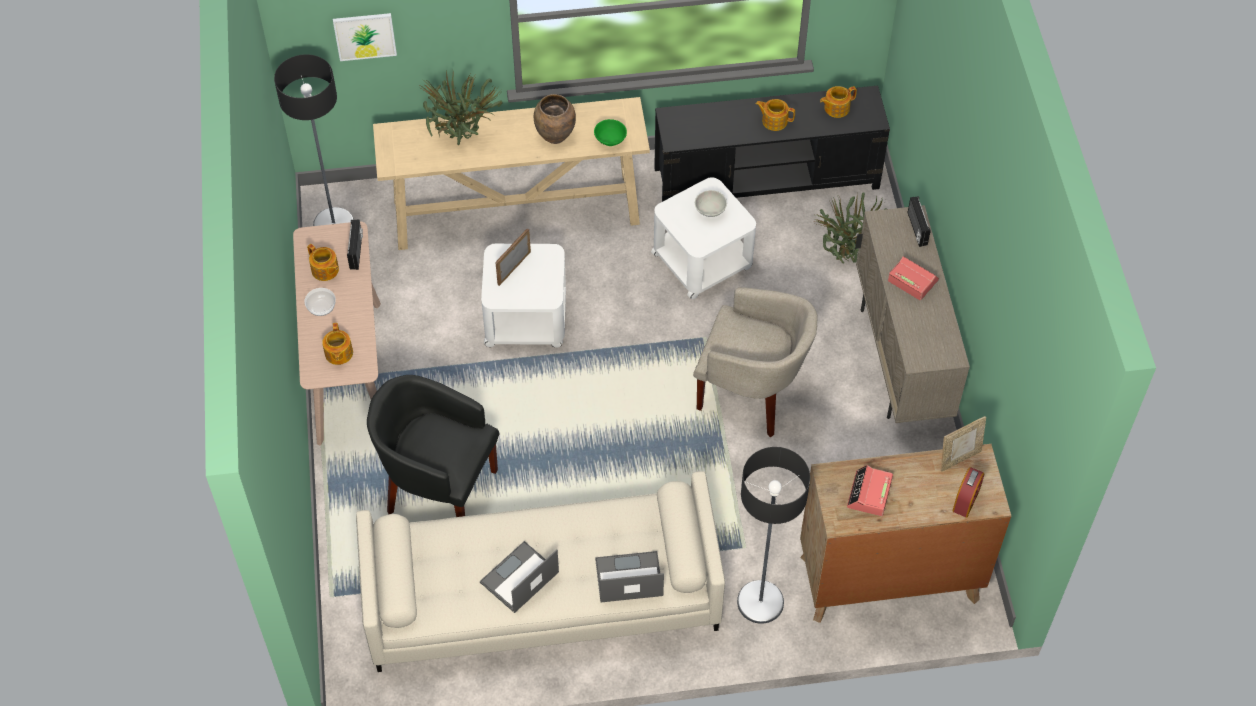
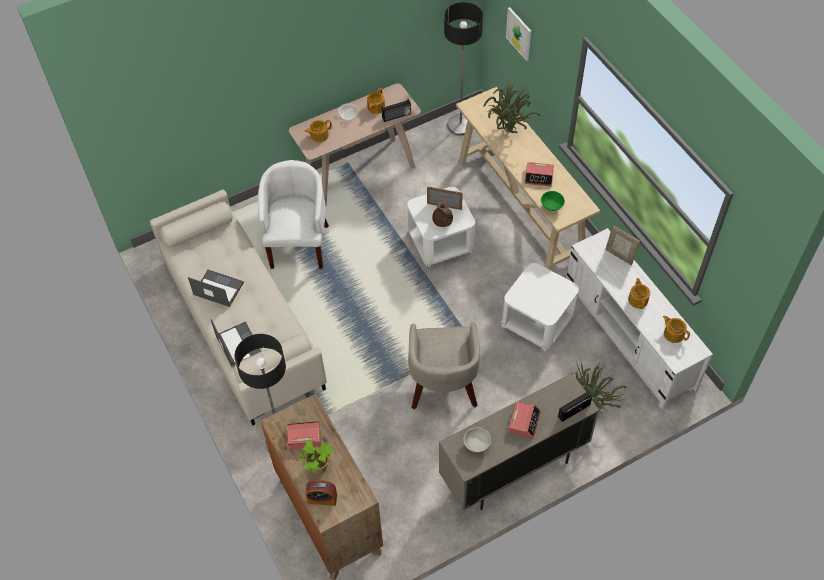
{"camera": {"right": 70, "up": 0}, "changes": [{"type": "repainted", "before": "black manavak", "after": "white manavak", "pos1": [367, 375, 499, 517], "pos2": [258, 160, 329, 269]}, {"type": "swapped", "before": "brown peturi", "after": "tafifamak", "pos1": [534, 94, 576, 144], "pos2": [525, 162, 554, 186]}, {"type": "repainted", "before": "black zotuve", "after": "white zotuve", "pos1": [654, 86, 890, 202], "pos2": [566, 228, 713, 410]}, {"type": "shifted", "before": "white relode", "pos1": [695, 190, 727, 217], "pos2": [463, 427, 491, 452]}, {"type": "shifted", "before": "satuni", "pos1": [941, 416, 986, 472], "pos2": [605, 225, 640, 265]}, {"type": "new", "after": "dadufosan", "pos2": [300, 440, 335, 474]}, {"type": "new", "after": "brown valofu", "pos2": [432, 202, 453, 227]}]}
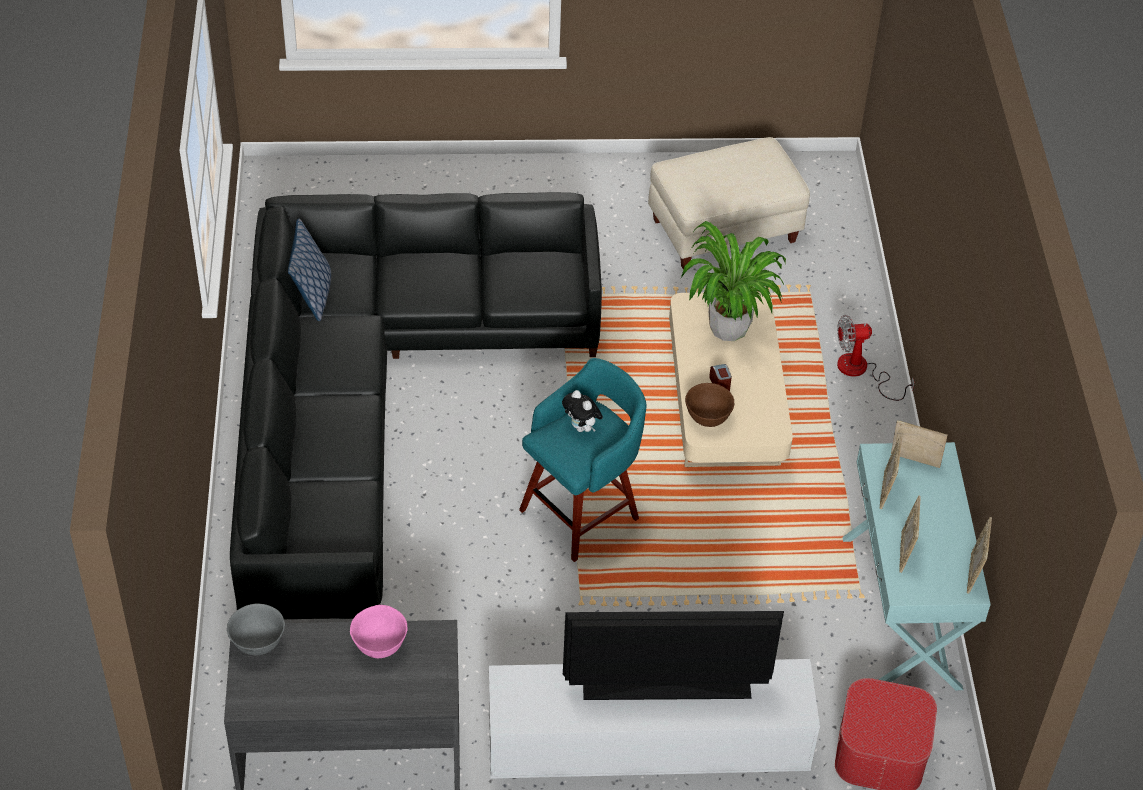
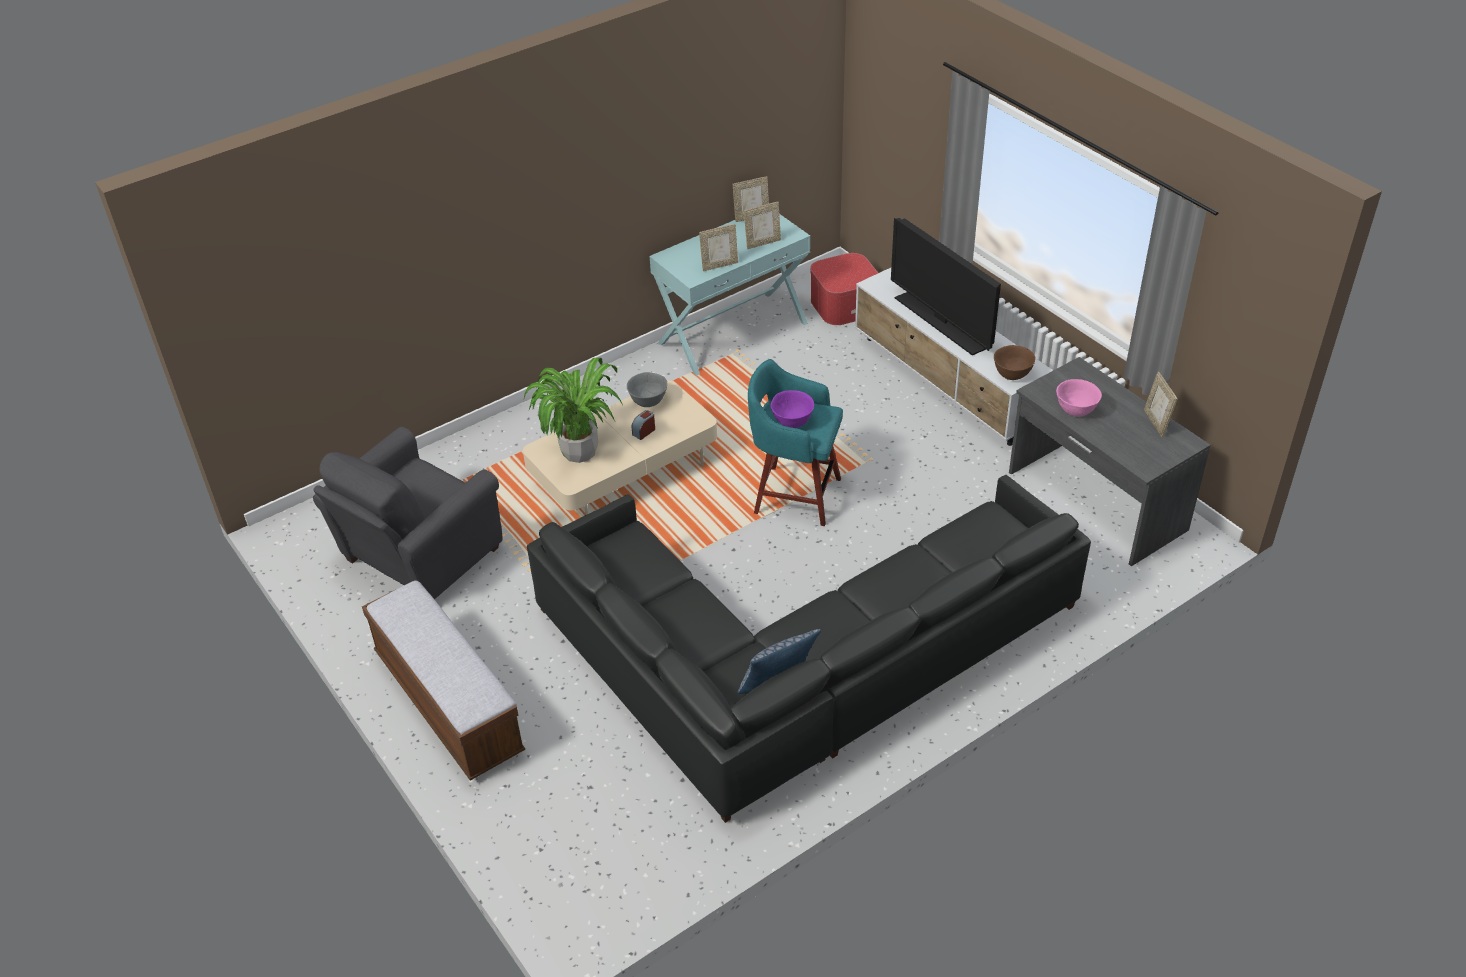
{"camera": {"right": -120, "up": -5}, "changes": [{"type": "shifted", "before": "grey relode", "pos1": [227, 603, 285, 655], "pos2": [627, 372, 667, 407]}, {"type": "swapped", "before": "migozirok", "after": "purple relode", "pos1": [562, 390, 603, 432], "pos2": [771, 390, 814, 428]}, {"type": "swapped", "before": "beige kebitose", "after": "grey manavak", "pos1": [648, 137, 810, 270], "pos2": [313, 427, 503, 599]}, {"type": "shifted", "before": "brown relode", "pos1": [685, 383, 734, 427], "pos2": [994, 345, 1035, 380]}, {"type": "gone", "before": "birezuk", "pos1": [837, 315, 915, 401]}, {"type": "shifted", "before": "satuni", "pos1": [891, 420, 947, 468], "pos2": [1144, 372, 1177, 437]}, {"type": "new", "after": "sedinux", "pos2": [362, 580, 525, 781]}]}
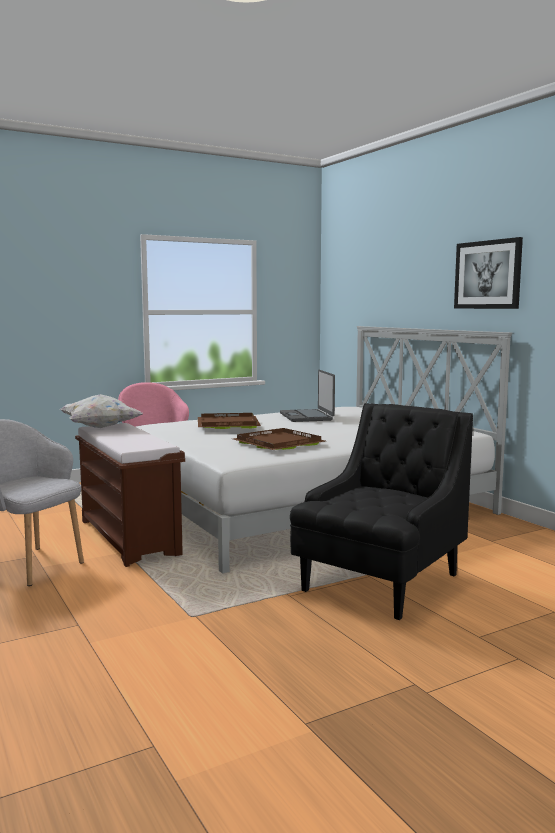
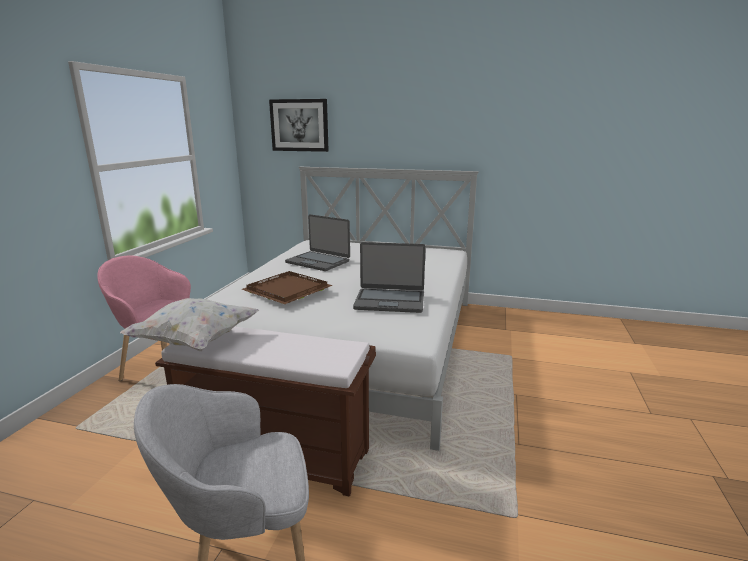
{"camera": {"right": -45, "up": 10}, "changes": [{"type": "swapped", "before": "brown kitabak", "after": "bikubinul", "pos1": [233, 428, 325, 450], "pos2": [353, 242, 426, 313]}, {"type": "gone", "before": "black manavak", "pos1": [290, 403, 473, 620]}, {"type": "shifted", "before": "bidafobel", "pos1": [454, 237, 523, 309], "pos2": [269, 99, 329, 152]}]}
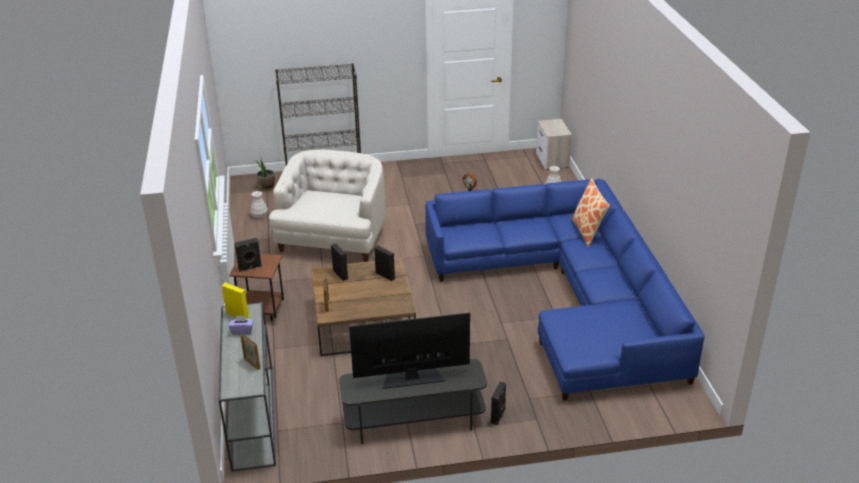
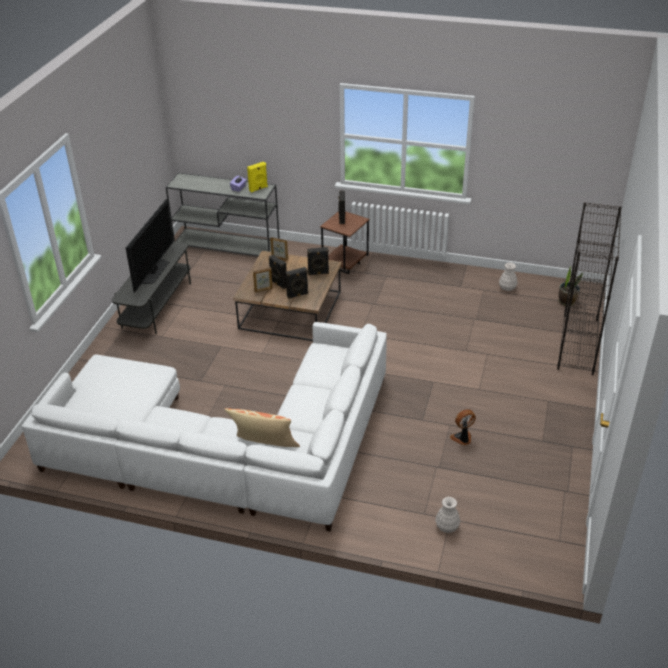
{"camera": {"right": 115, "up": 5}, "changes": [{"type": "shifted", "before": "satuni", "pos1": [240, 334, 260, 370], "pos2": [253, 268, 273, 293]}, {"type": "gone", "before": "white manavak", "pos1": [269, 150, 386, 262]}, {"type": "repainted", "before": "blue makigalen", "after": "white makigalen", "pos1": [425, 179, 705, 401], "pos2": [22, 322, 387, 532]}, {"type": "shifted", "before": "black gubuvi", "pos1": [491, 382, 506, 425], "pos2": [269, 255, 287, 289]}, {"type": "gone", "before": "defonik", "pos1": [536, 119, 572, 170]}]}
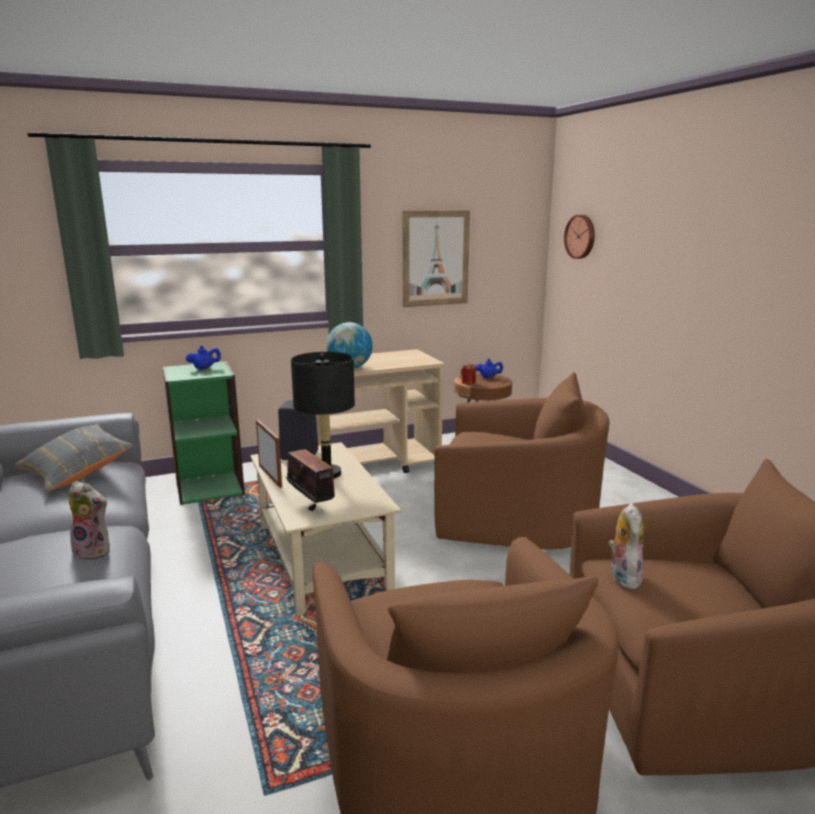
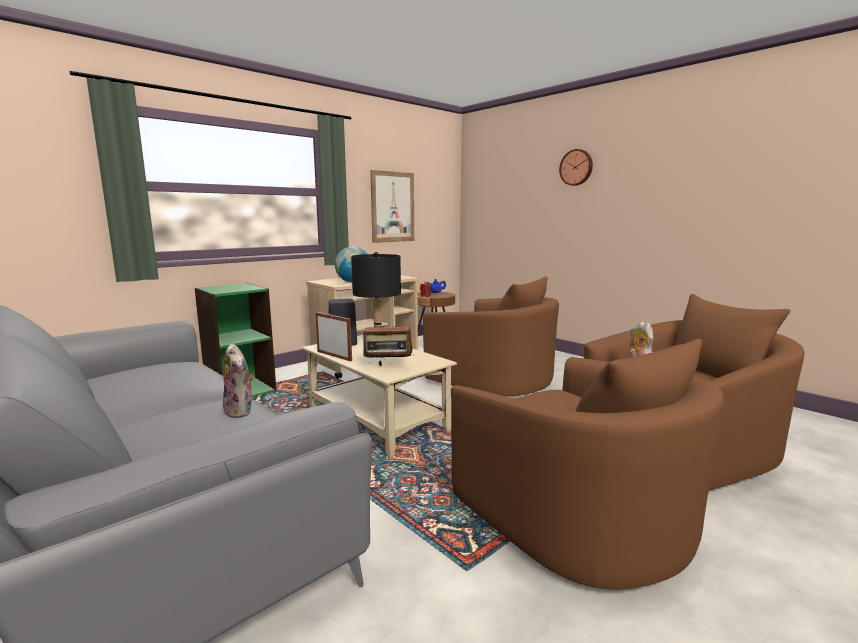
{"camera": {"right": -20, "up": -5}, "changes": [{"type": "gone", "before": "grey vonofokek", "pos1": [14, 424, 133, 492]}, {"type": "rotated", "before": "migozirok", "pos1": [69, 481, 110, 560], "pos2": [223, 343, 254, 418], "turn": 60}, {"type": "gone", "before": "blue valofu", "pos1": [186, 345, 221, 370]}, {"type": "rotated", "before": "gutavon", "pos1": [285, 448, 335, 511], "pos2": [363, 318, 414, 366], "turn": 150}, {"type": "rotated", "before": "brown manavak", "pos1": [434, 372, 609, 549], "pos2": [423, 277, 559, 396], "turn": 45}, {"type": "shifted", "before": "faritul", "pos1": [564, 215, 595, 259], "pos2": [559, 149, 593, 186]}]}
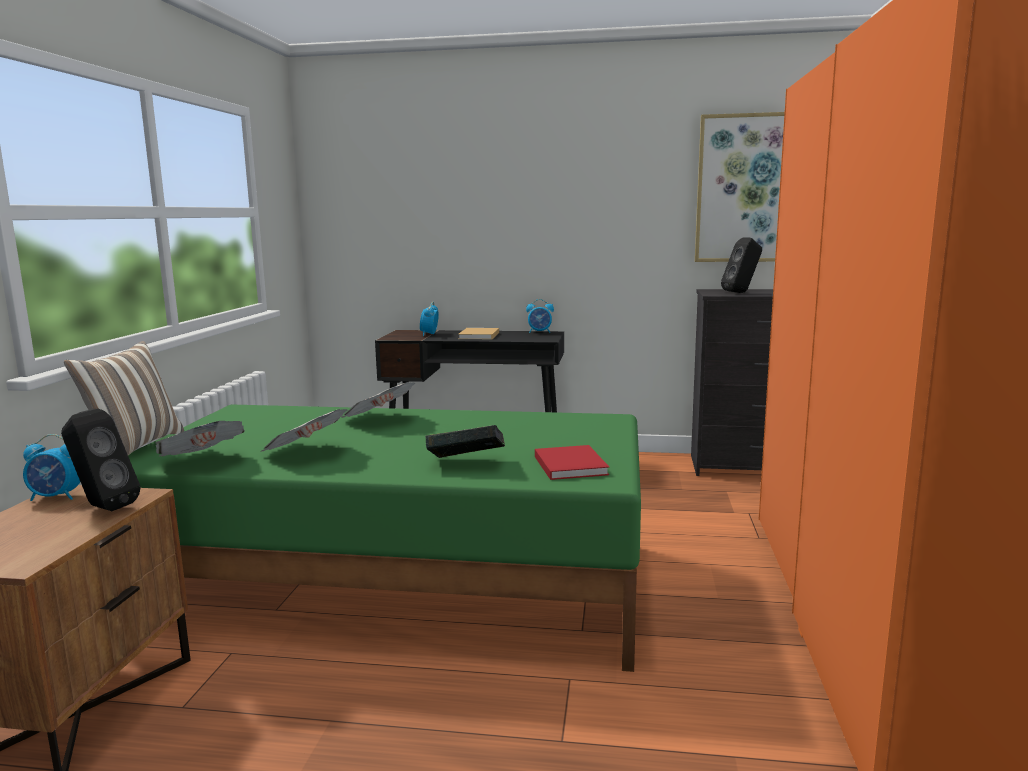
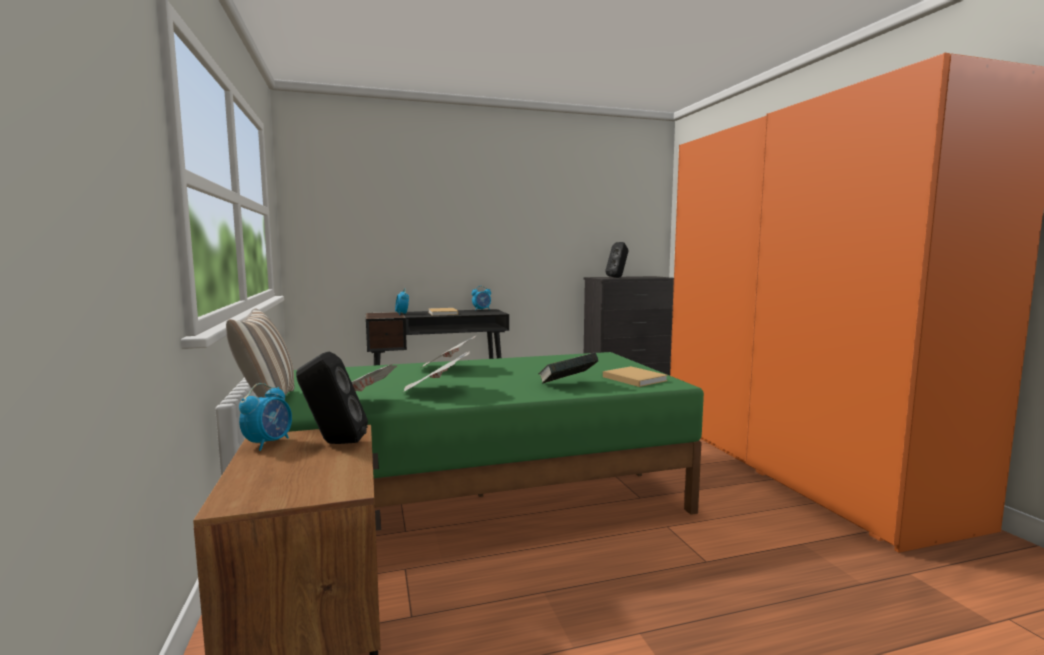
{"camera": {"right": -25, "up": -5}, "changes": [{"type": "rotated", "before": "tafifamak", "pos1": [23, 434, 80, 501], "pos2": [239, 383, 292, 451], "turn": -45}, {"type": "repainted", "before": "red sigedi", "after": "beige sigedi", "pos1": [535, 445, 609, 480], "pos2": [603, 366, 668, 387]}, {"type": "gone", "before": "bidafobel", "pos1": [695, 112, 785, 262]}]}
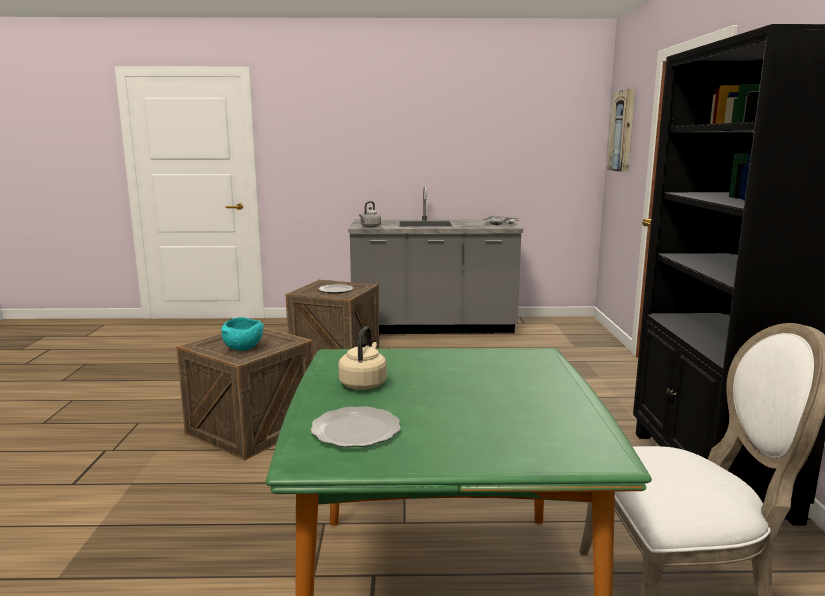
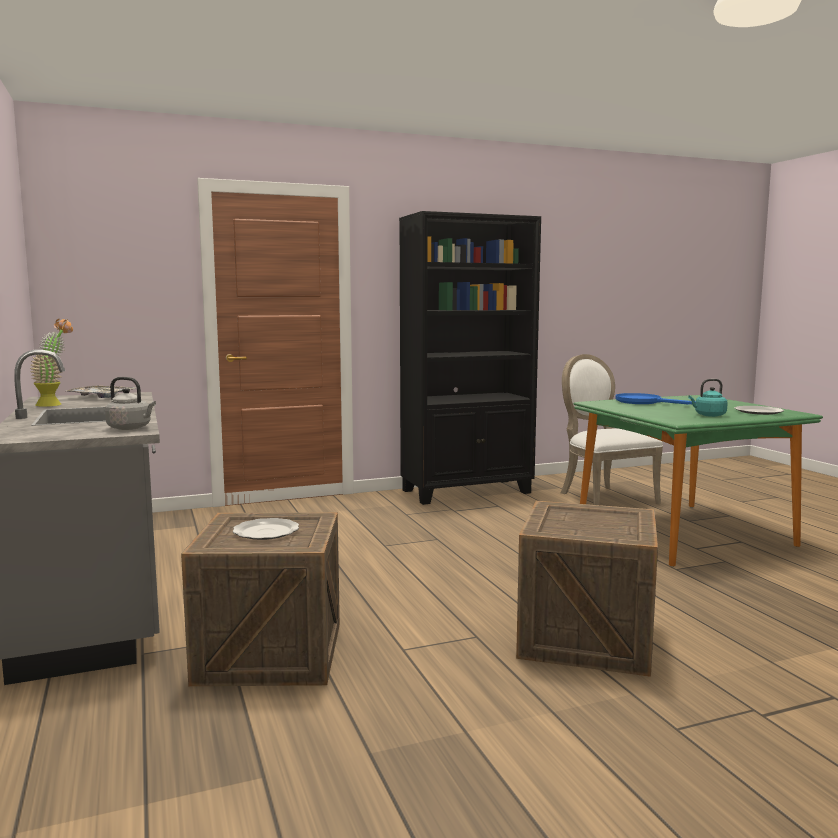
{"camera": {"right": -110, "up": -5}, "changes": [{"type": "gone", "before": "turquoise relode", "pos1": [221, 317, 264, 351]}, {"type": "repainted", "before": "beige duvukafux", "after": "turquoise duvukafux", "pos1": [338, 326, 387, 390], "pos2": [688, 379, 728, 417]}, {"type": "gone", "before": "bidafobel", "pos1": [607, 88, 635, 172]}, {"type": "new", "after": "dadufosan", "pos2": [30, 319, 73, 407]}, {"type": "new", "after": "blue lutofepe", "pos2": [616, 393, 696, 405]}]}
